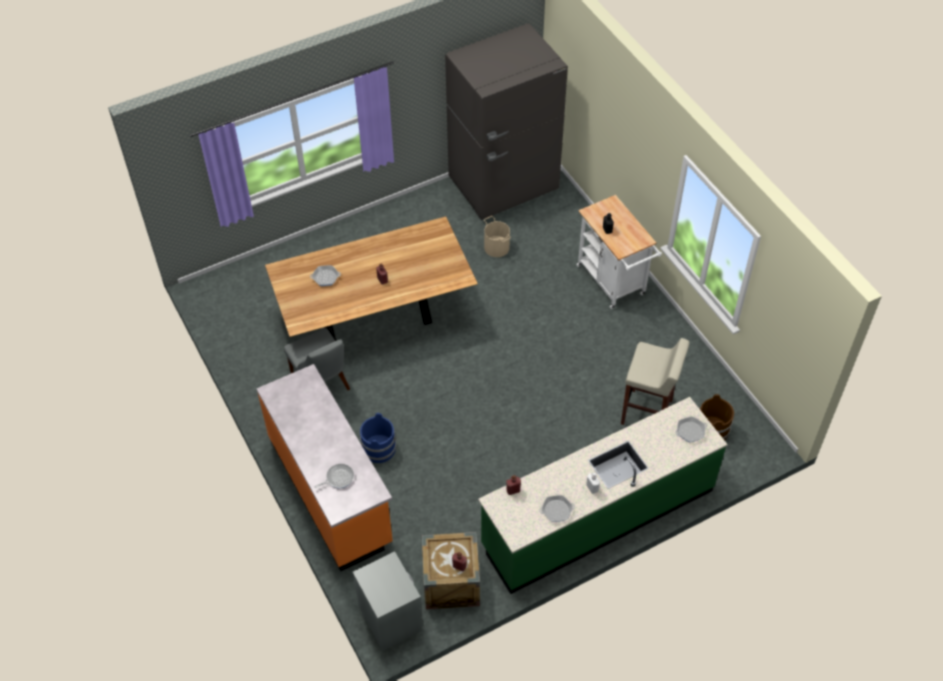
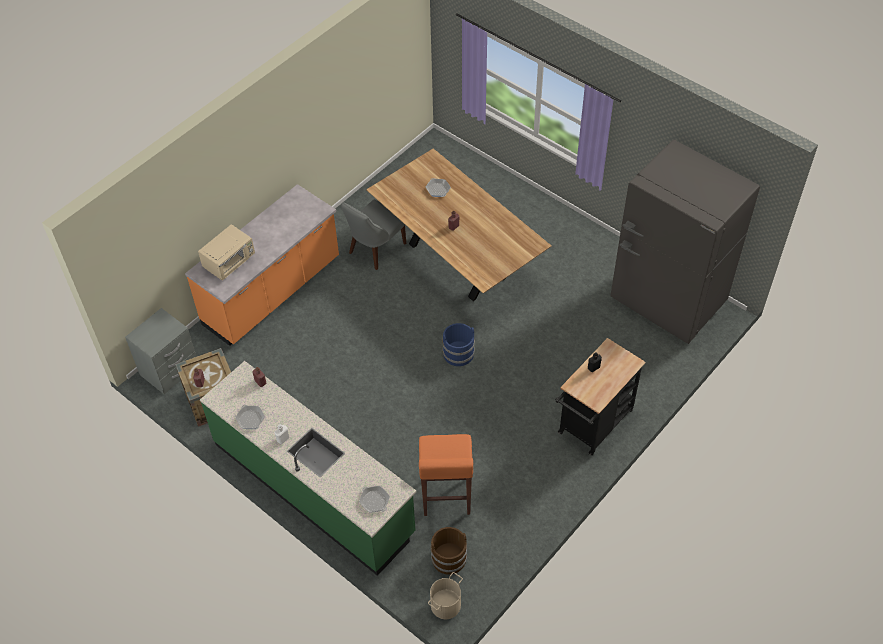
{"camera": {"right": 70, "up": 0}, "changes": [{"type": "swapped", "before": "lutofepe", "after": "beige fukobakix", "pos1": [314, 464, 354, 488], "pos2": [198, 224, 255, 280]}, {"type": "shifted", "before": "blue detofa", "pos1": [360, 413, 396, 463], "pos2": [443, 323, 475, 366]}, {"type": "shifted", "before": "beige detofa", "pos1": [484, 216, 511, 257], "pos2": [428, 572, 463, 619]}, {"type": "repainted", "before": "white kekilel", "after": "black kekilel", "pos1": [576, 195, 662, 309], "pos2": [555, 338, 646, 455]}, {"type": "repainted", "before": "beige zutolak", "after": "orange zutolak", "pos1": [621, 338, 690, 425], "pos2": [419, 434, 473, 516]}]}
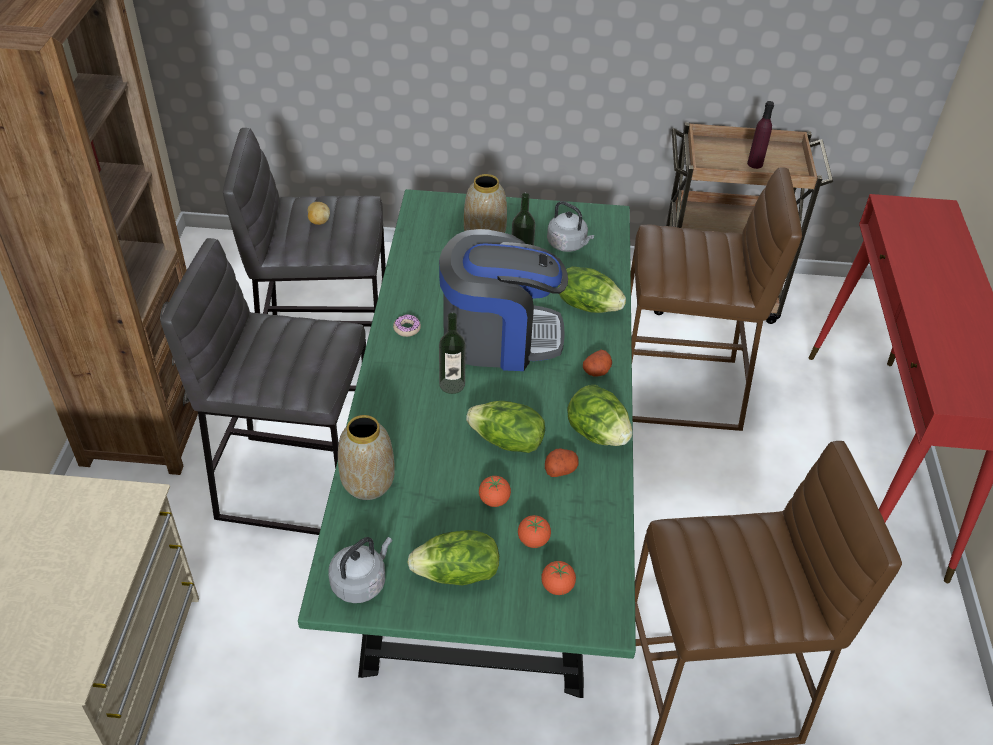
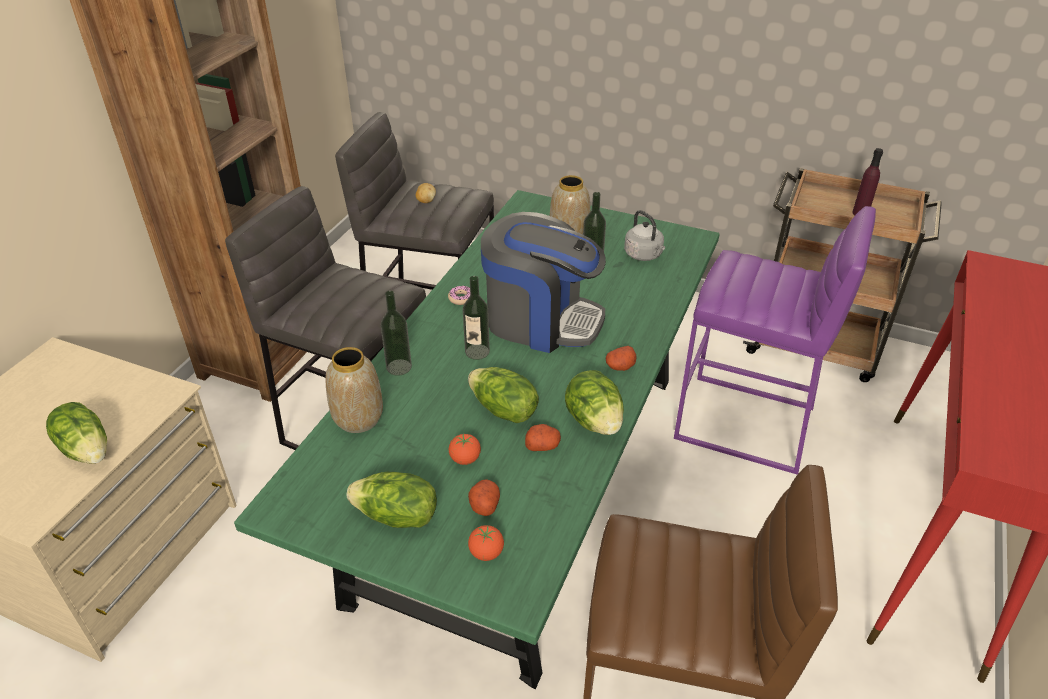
{"camera": {"right": 20, "up": -5}, "changes": [{"type": "gone", "before": "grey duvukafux", "pos1": [328, 537, 392, 603]}, {"type": "swapped", "before": "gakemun", "after": "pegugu", "pos1": [518, 515, 551, 548], "pos2": [468, 479, 500, 516]}, {"type": "shifted", "before": "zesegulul", "pos1": [558, 266, 626, 313], "pos2": [46, 402, 107, 464]}, {"type": "repainted", "before": "brown zutolak", "after": "purple zutolak", "pos1": [631, 167, 802, 431], "pos2": [674, 206, 876, 475]}, {"type": "new", "after": "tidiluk", "pos2": [381, 291, 412, 376]}]}
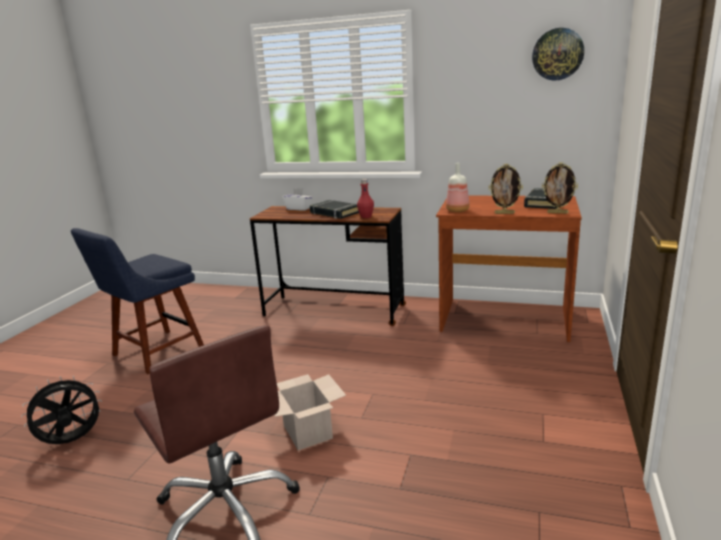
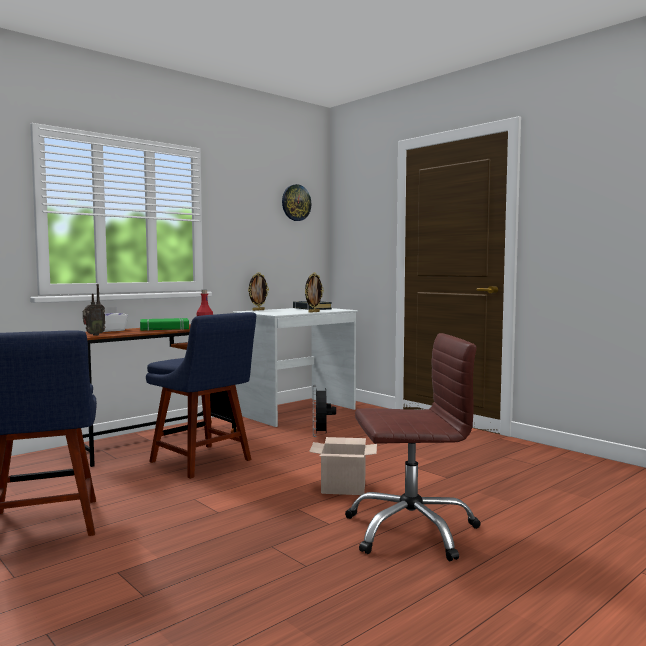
{"camera": {"right": -60, "up": -15}, "changes": [{"type": "shifted", "before": "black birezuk", "pos1": [21, 376, 102, 444], "pos2": [313, 385, 336, 437]}, {"type": "repainted", "before": "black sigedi", "after": "green sigedi", "pos1": [310, 200, 359, 219], "pos2": [140, 318, 189, 331]}, {"type": "repainted", "before": "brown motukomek", "after": "white motukomek", "pos1": [436, 196, 582, 342], "pos2": [233, 308, 358, 427]}, {"type": "gone", "before": "tidiluk", "pos1": [446, 163, 470, 212]}, {"type": "shifted", "before": "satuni", "pos1": [542, 162, 578, 214], "pos2": [248, 272, 269, 311]}, {"type": "new", "after": "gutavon", "pos2": [83, 284, 106, 336]}, {"type": "new", "after": "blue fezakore", "pos2": [146, 312, 256, 479]}]}
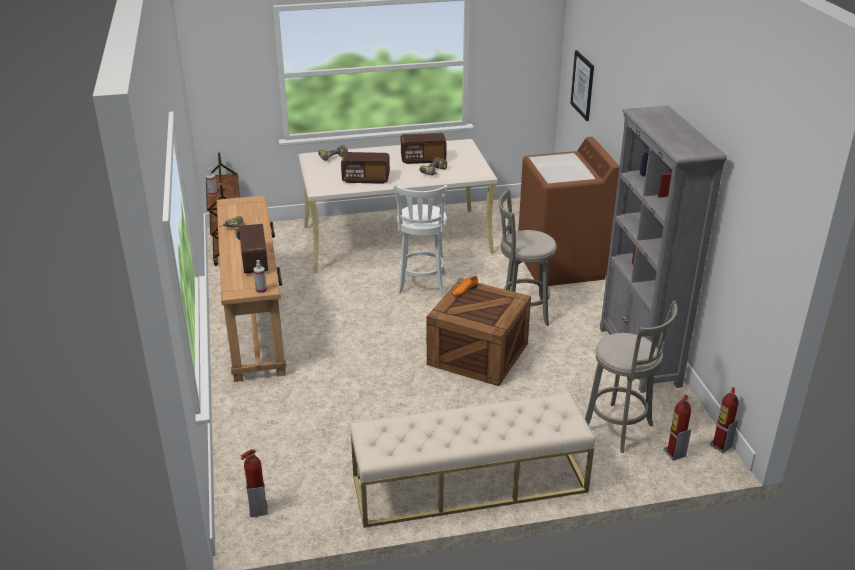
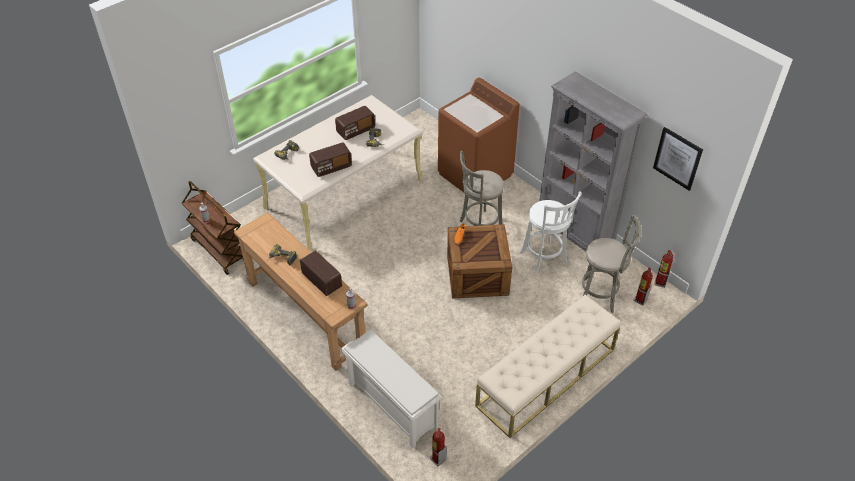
{"camera": {"right": -30, "up": 15}, "changes": [{"type": "shifted", "before": "white zutolak", "pos1": [393, 184, 448, 295], "pos2": [520, 191, 582, 274]}, {"type": "shifted", "before": "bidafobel", "pos1": [570, 50, 594, 121], "pos2": [653, 127, 703, 191]}, {"type": "new", "after": "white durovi", "pos2": [341, 329, 442, 449]}]}
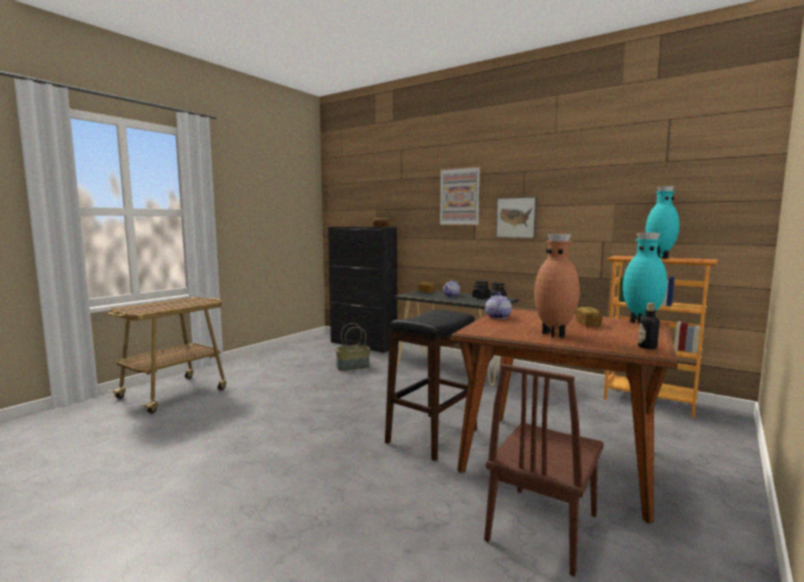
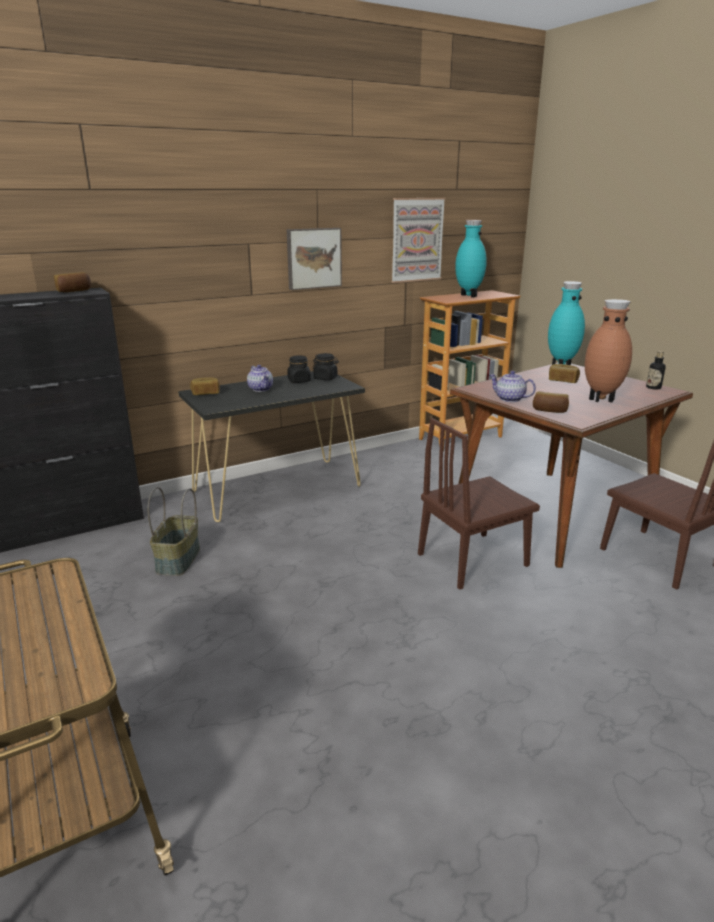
{"camera": {"right": -65, "up": 15}, "changes": [{"type": "swapped", "before": "black zutolak", "after": "brown fezakore", "pos1": [385, 310, 477, 461], "pos2": [418, 418, 540, 590]}, {"type": "shifted", "before": "bidafobel", "pos1": [440, 166, 480, 225], "pos2": [391, 198, 446, 283]}, {"type": "new", "after": "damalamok", "pos2": [533, 391, 569, 413]}]}
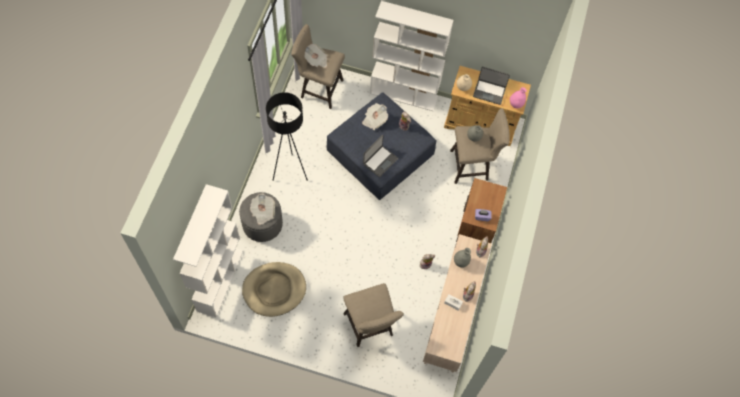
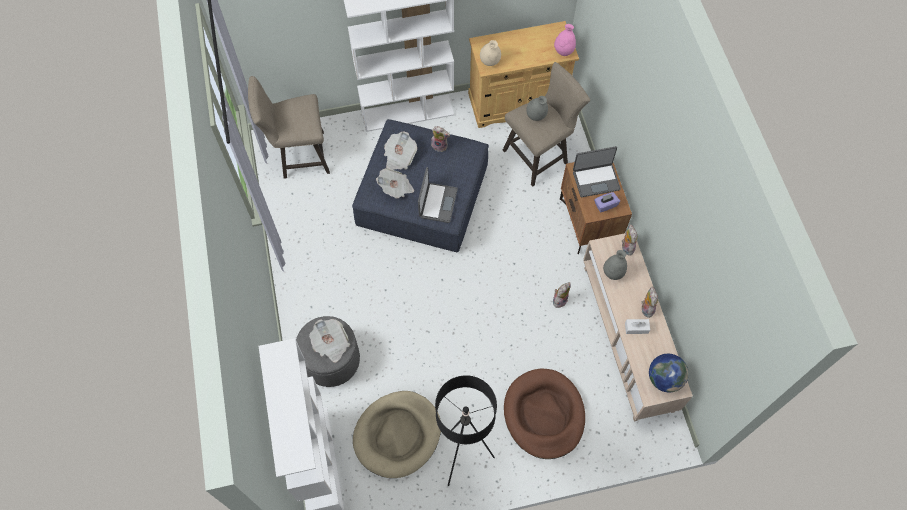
{"camera": {"right": -25, "up": 0}, "changes": [{"type": "shifted", "before": "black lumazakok", "pos1": [266, 92, 308, 181], "pos2": [435, 375, 497, 486]}, {"type": "shifted", "before": "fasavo", "pos1": [305, 44, 327, 68], "pos2": [376, 168, 414, 199]}, {"type": "swapped", "before": "beige zutolak", "after": "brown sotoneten", "pos1": [343, 283, 404, 347], "pos2": [504, 368, 585, 459]}, {"type": "shifted", "before": "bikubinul", "pos1": [473, 67, 510, 105], "pos2": [573, 146, 621, 197]}, {"type": "new", "after": "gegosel", "pos2": [649, 354, 689, 392]}]}
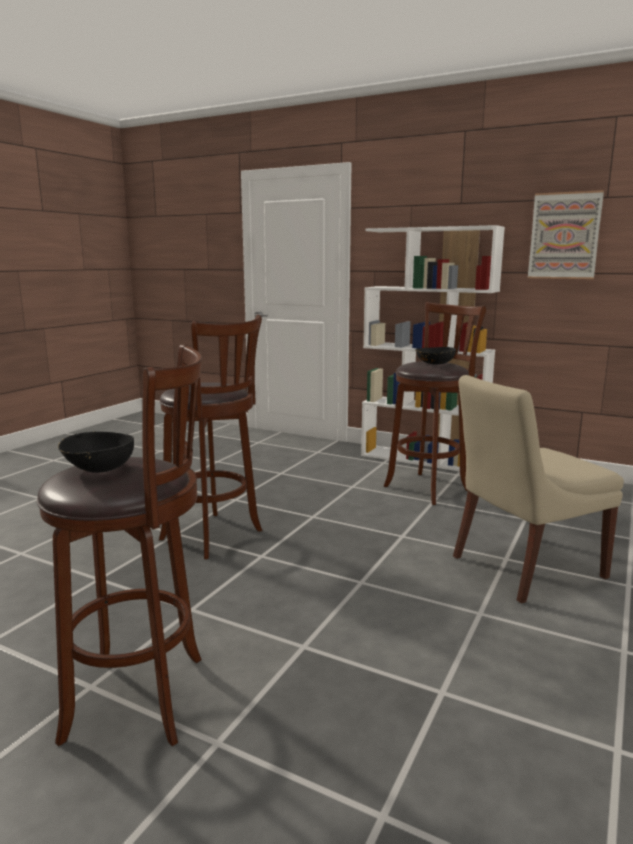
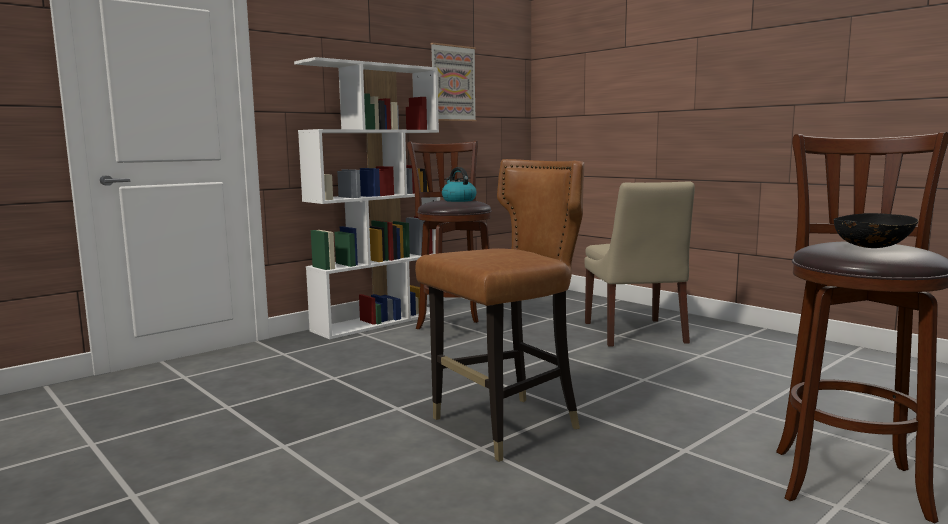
{"camera": {"right": -70, "up": -5}, "changes": [{"type": "swapped", "before": "brown zutolak", "after": "brown fezakore", "pos1": [159, 314, 262, 559], "pos2": [415, 159, 585, 462]}, {"type": "swapped", "before": "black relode", "after": "duvukafux", "pos1": [415, 347, 456, 365], "pos2": [442, 167, 477, 202]}]}
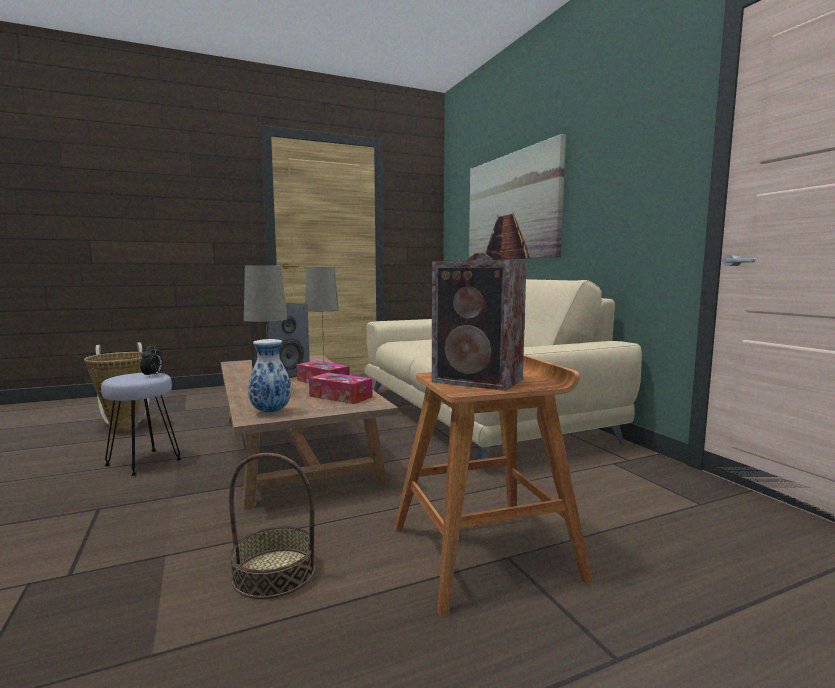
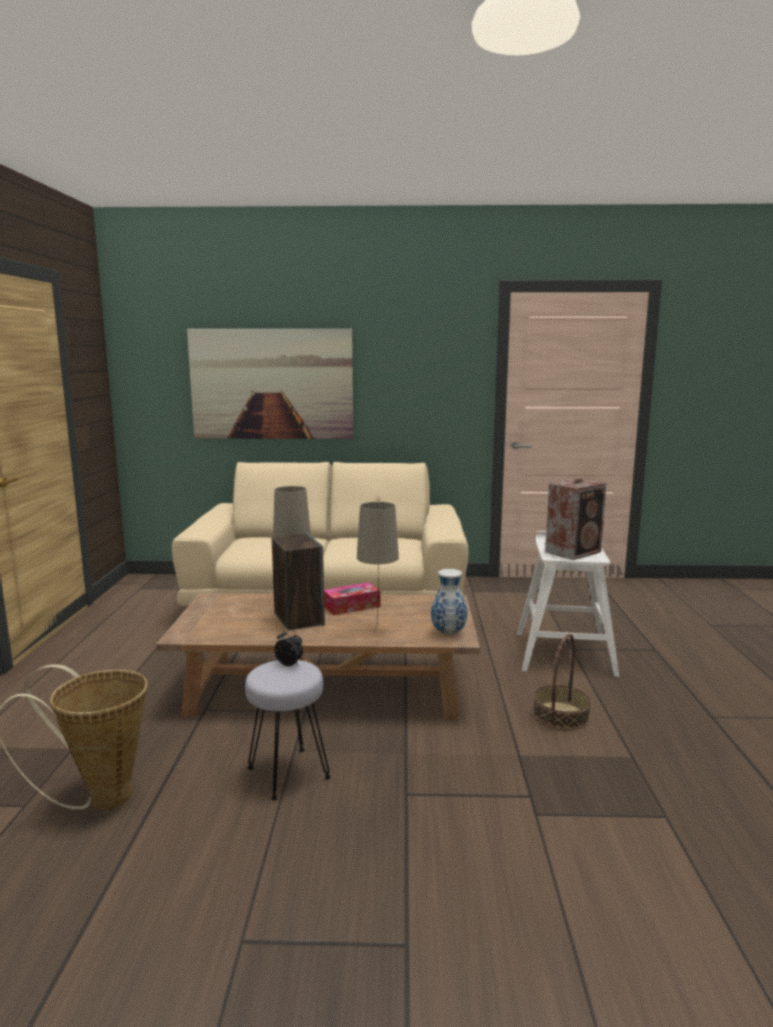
{"camera": {"right": -65, "up": 5}, "changes": [{"type": "gone", "before": "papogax", "pos1": [309, 372, 372, 404]}, {"type": "repainted", "before": "brown zutolak", "after": "white zutolak", "pos1": [394, 355, 593, 617], "pos2": [517, 531, 619, 677]}]}
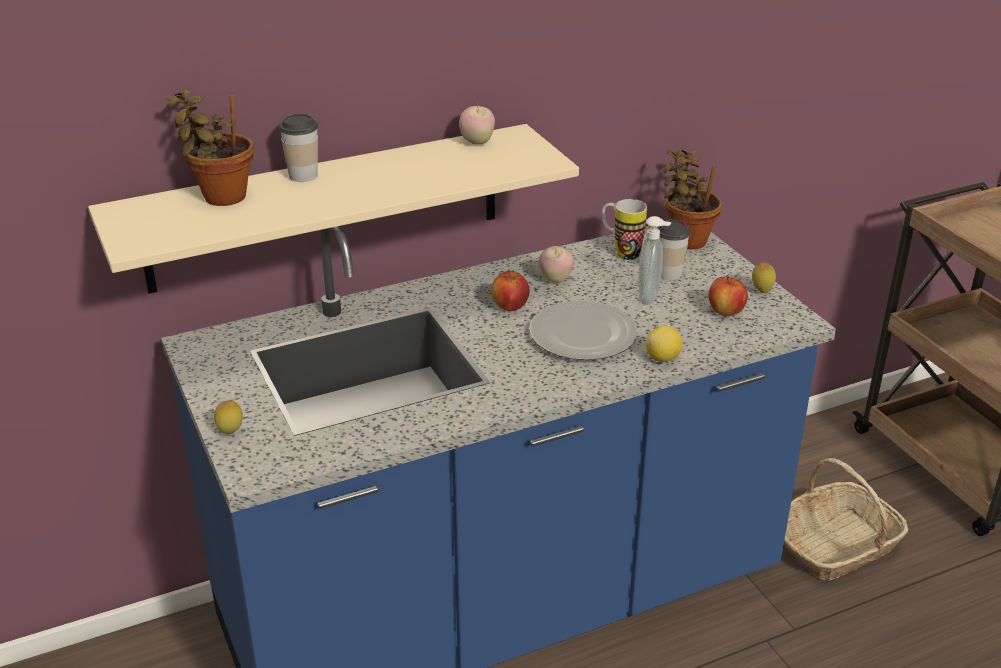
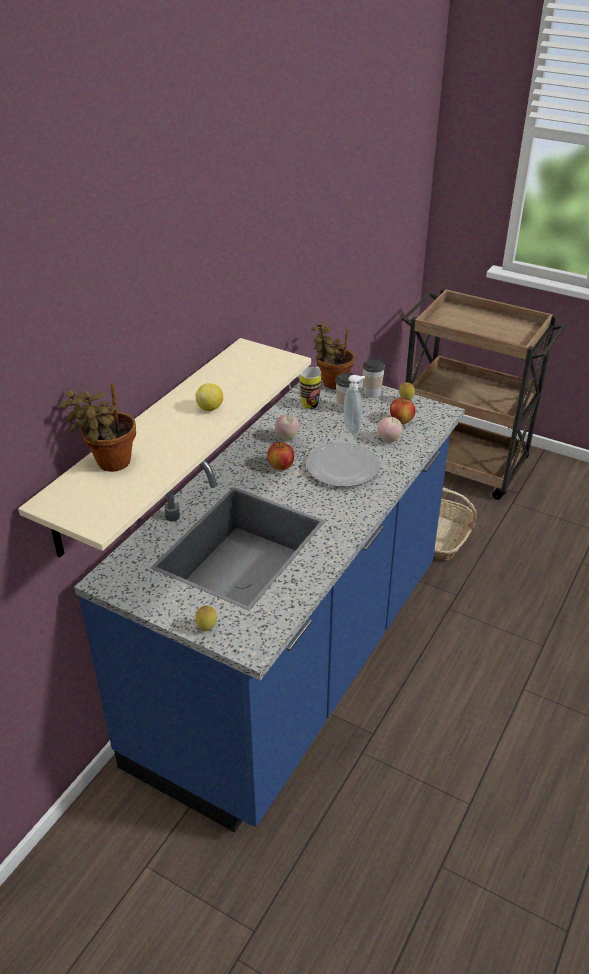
{"camera": {"right": -35, "up": 5}, "changes": [{"type": "shifted", "before": "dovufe", "pos1": [279, 114, 318, 182], "pos2": [362, 358, 385, 398]}, {"type": "shifted", "before": "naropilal", "pos1": [459, 104, 495, 144], "pos2": [378, 417, 402, 442]}, {"type": "shifted", "before": "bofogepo", "pos1": [646, 326, 683, 362], "pos2": [195, 383, 223, 411]}]}
